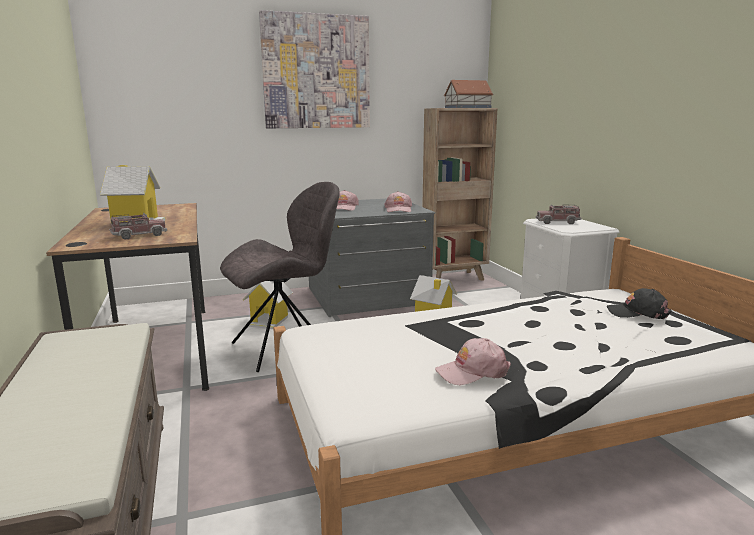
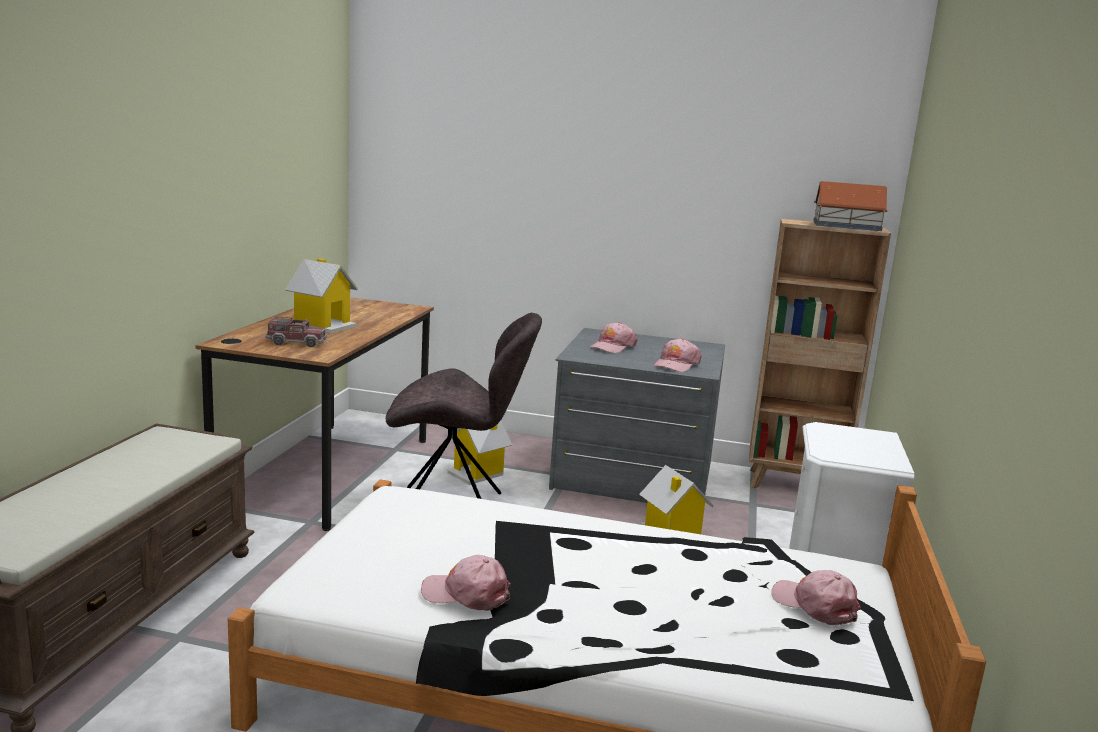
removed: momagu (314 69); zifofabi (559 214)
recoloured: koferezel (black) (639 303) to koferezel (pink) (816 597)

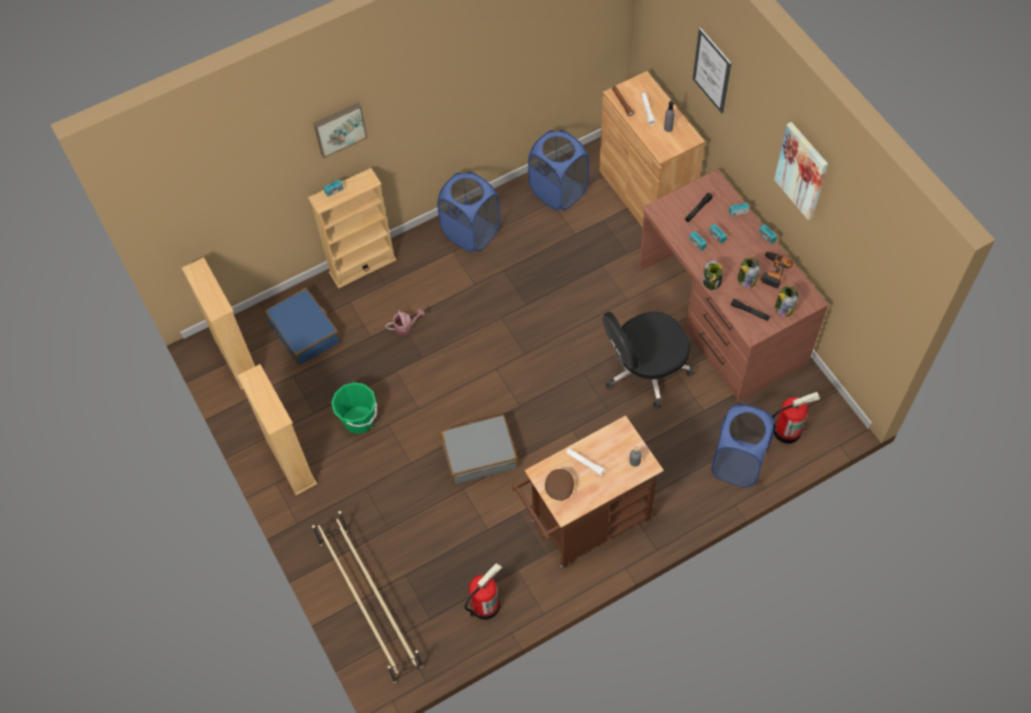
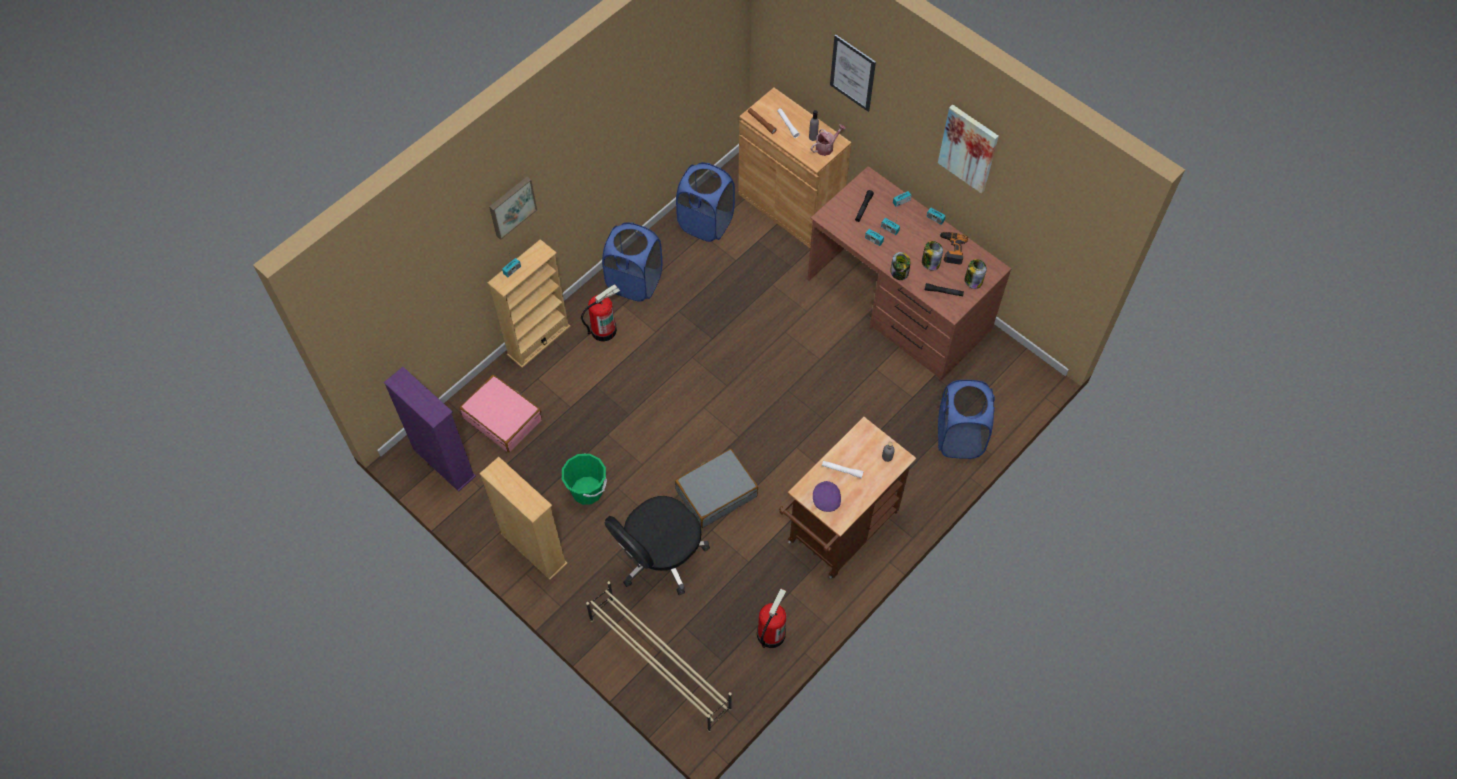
moved: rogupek (405 322) to (828 140); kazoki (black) (648 360) to (657 545); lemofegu (796 418) to (600 313)
recoloured: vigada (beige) (218 323) to vigada (purple) (430 429); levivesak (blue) (302 326) to levivesak (pink) (501 414); koferezel (brown) (559 485) to koferezel (purple) (827 496)

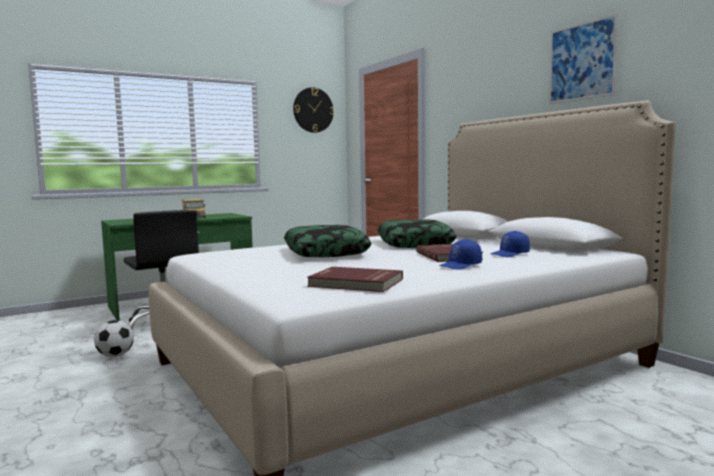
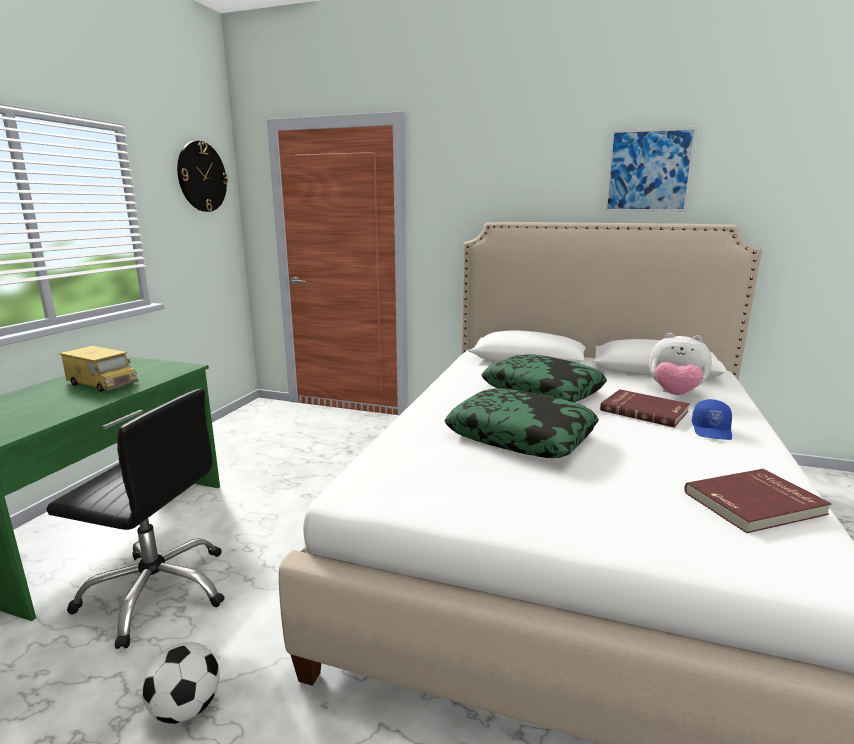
replaced: koferezel (blue) (510 244) to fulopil (680 364)

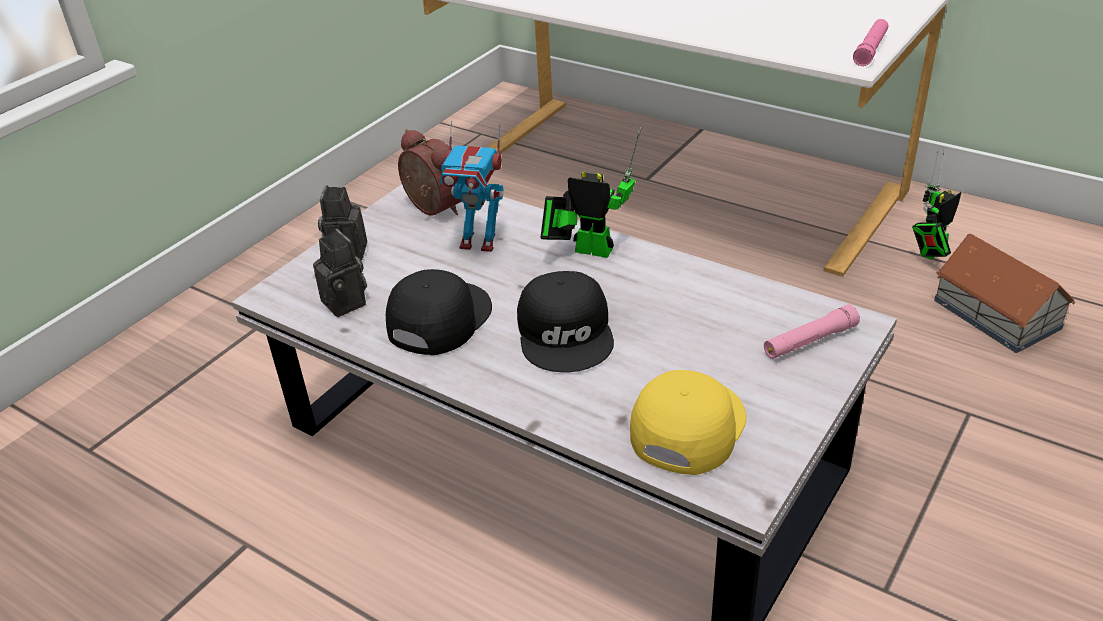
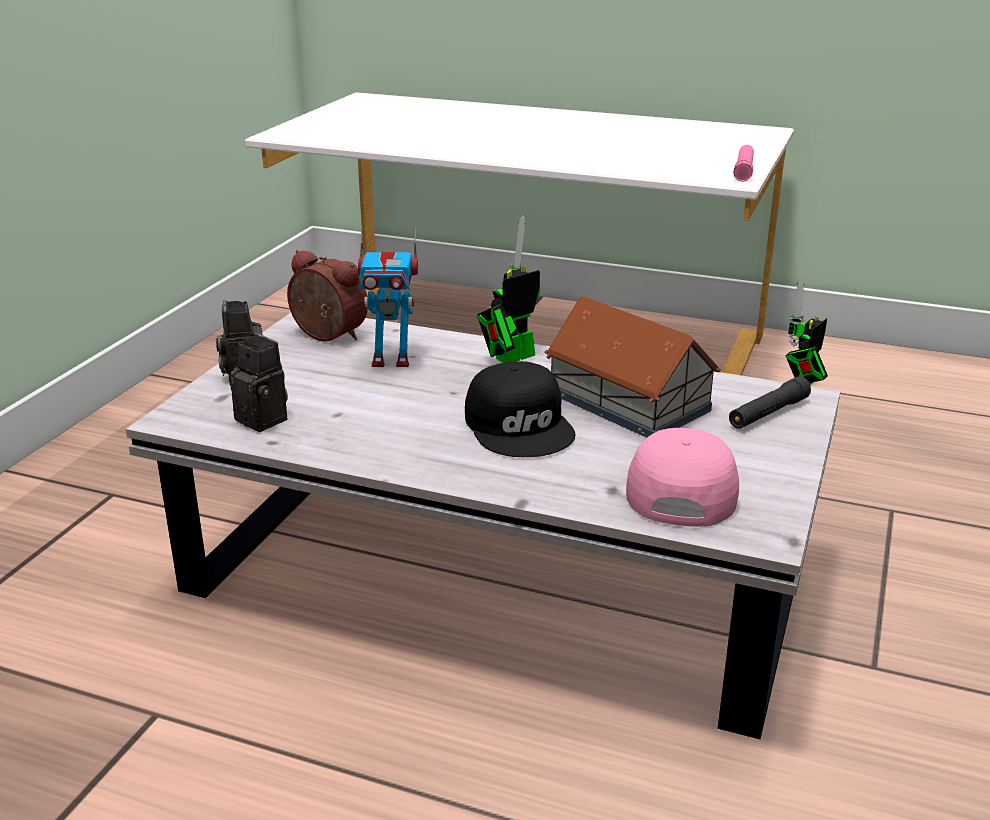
removed: koferezel (black) (439 312)
moved: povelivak (1005 293) to (633 367)
recoloured: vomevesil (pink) (812 331) to vomevesil (black) (770 403); koferezel (yellow) (688 422) to koferezel (pink) (682 477)
turned: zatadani (590 192) = (509 289) 45 degrees counterclockwise

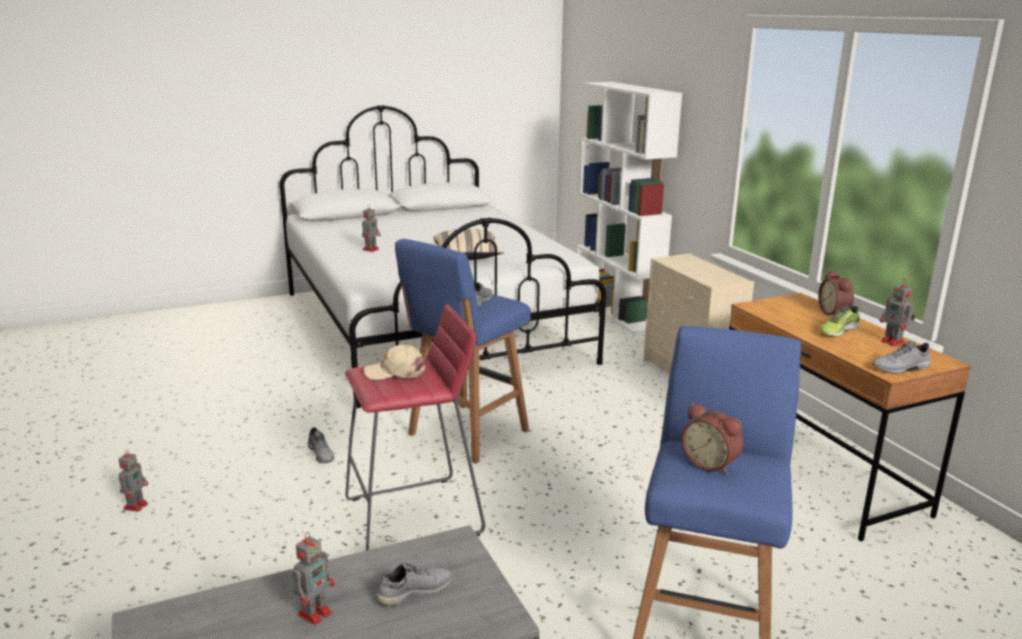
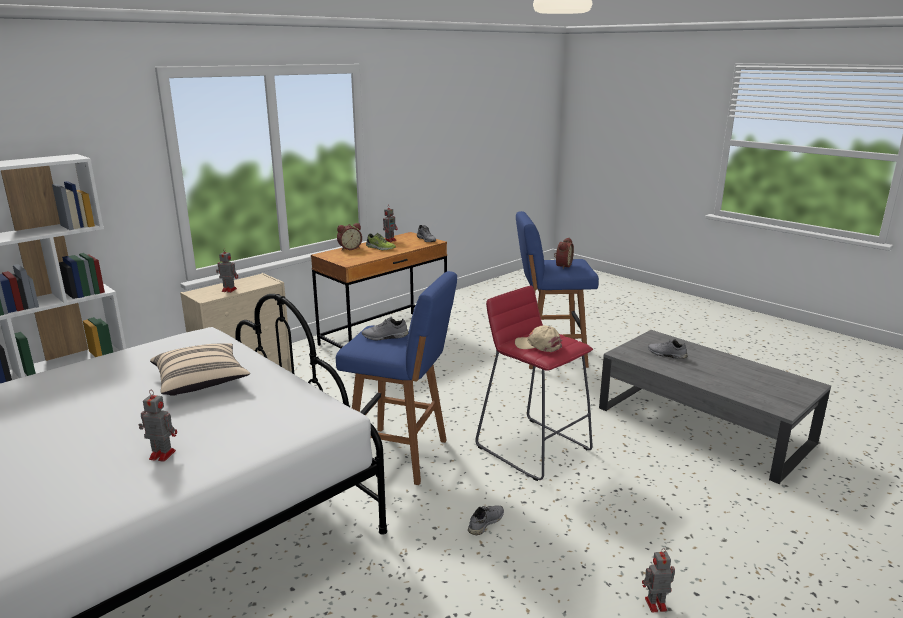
moved: zatadani (314 578) to (227 270)
turned: koferezel (beige) (395 362) = (538 338) 135 degrees clockwise

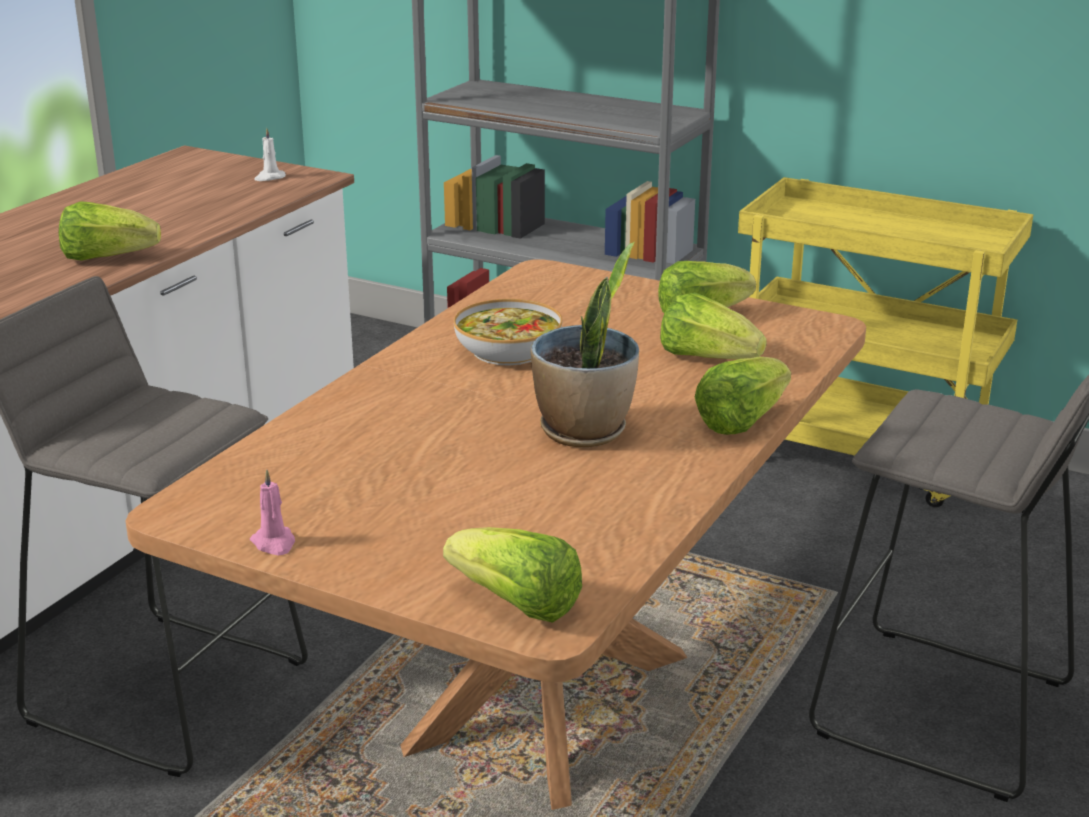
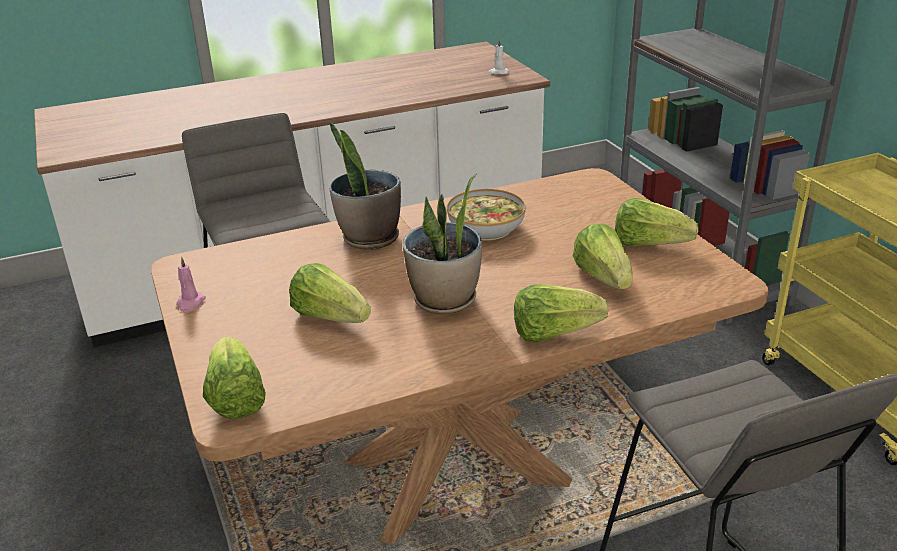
added: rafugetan (365 185)
moved: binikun (110 230) to (330 293)

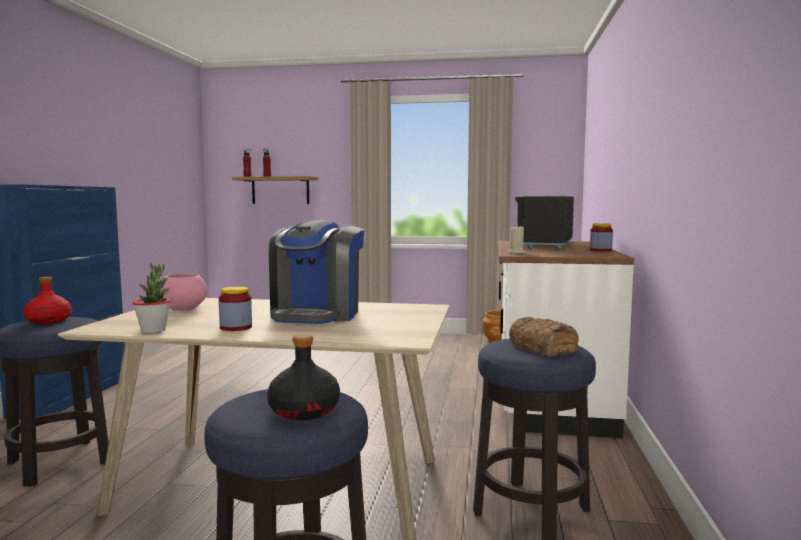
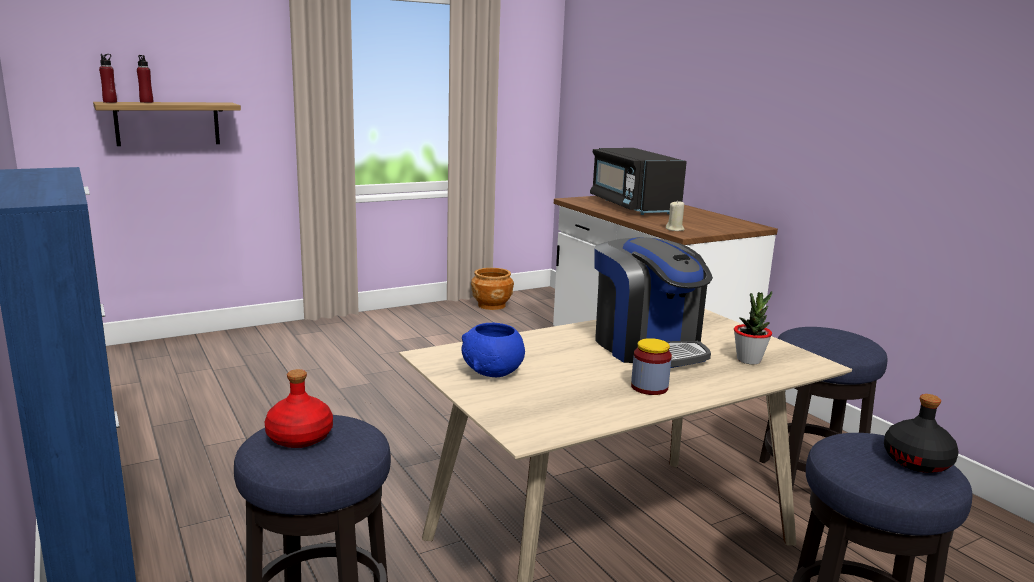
removed: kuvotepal (601 237); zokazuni (544 336)
moved: rafugetan (152 298) to (753 328)
recoloured: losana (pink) (183 292) to losana (blue) (493 350)

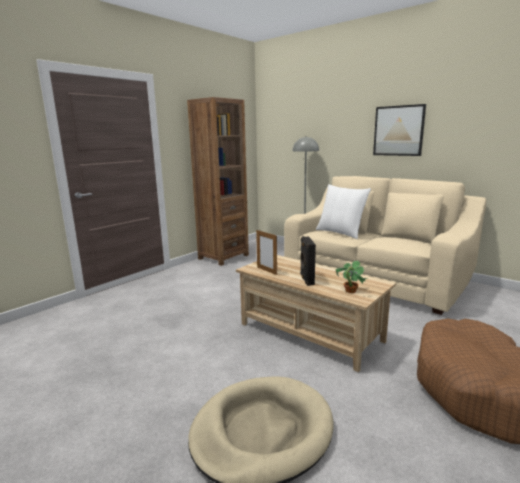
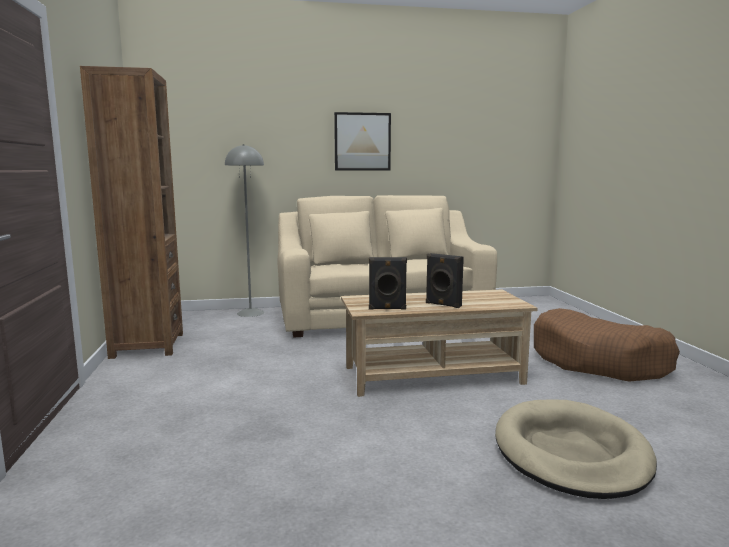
removed: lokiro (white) (343 211); rafugetan (352 277)
replaced: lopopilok (266 252) to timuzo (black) (388 283)

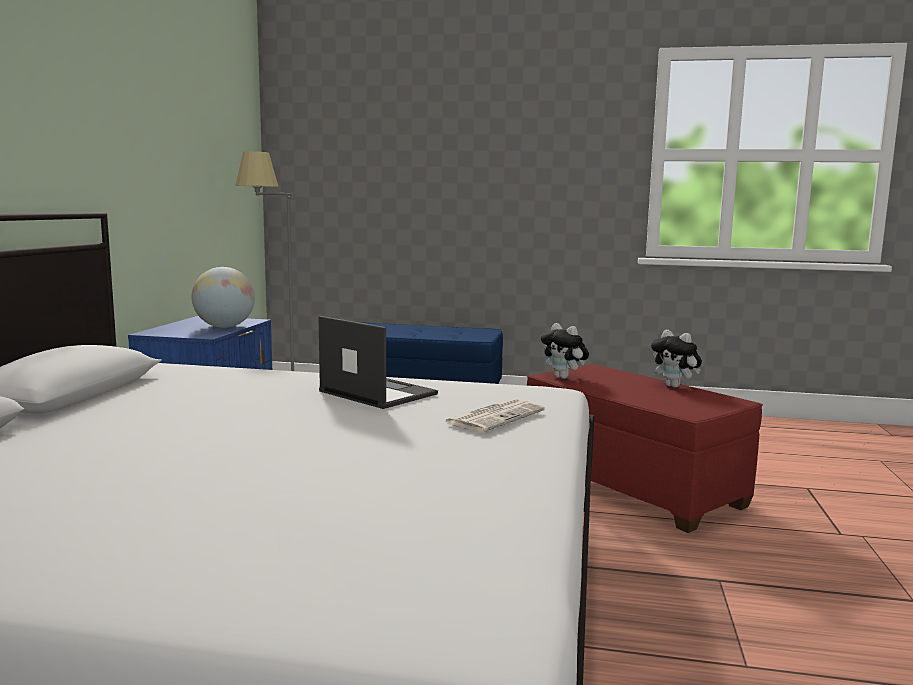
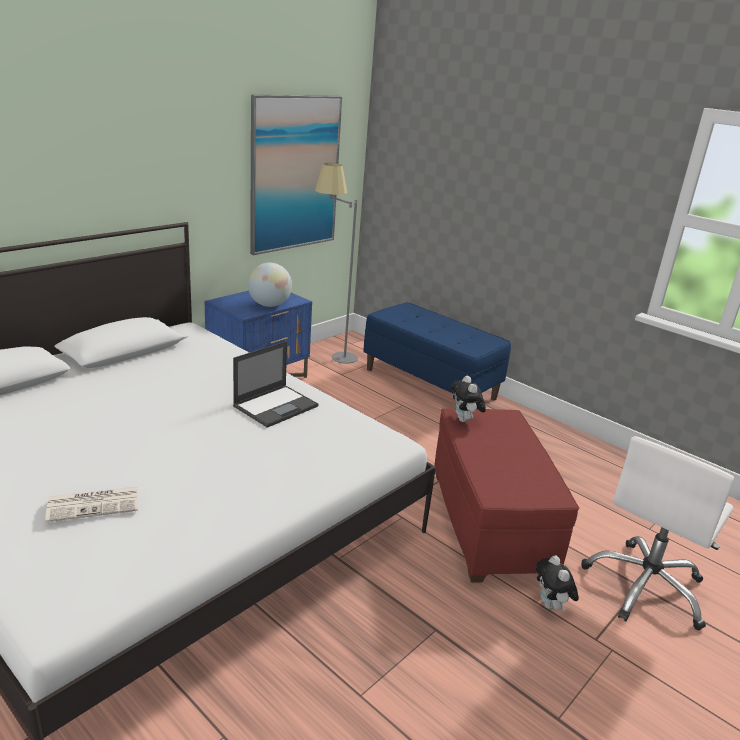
added: momagu (296 175); kazoki (white) (657 533)
moved: fulopil (676 359) to (557 584); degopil (494 415) to (91 504)
turned: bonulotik (378 362) = (276 384) 60 degrees clockwise

